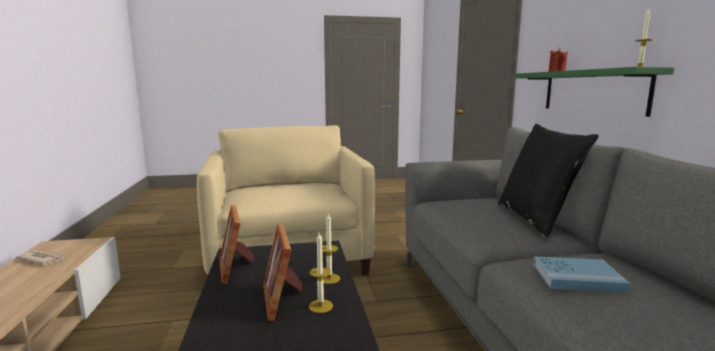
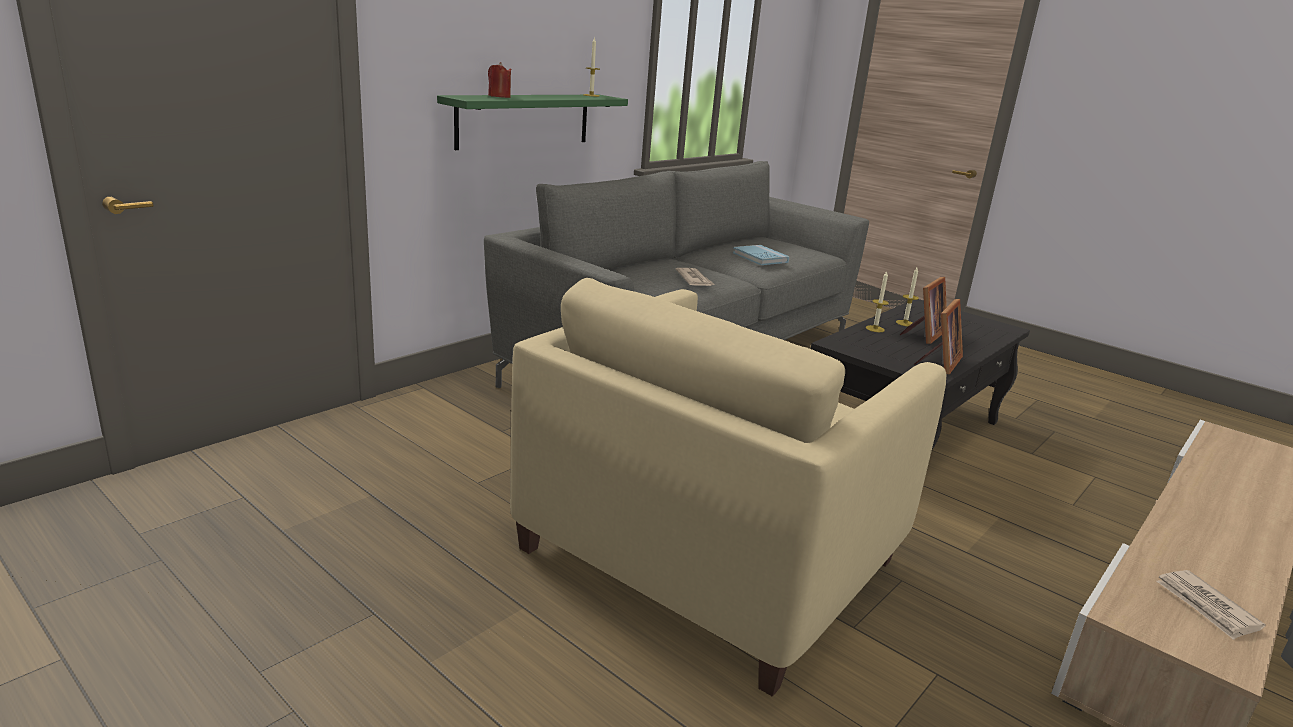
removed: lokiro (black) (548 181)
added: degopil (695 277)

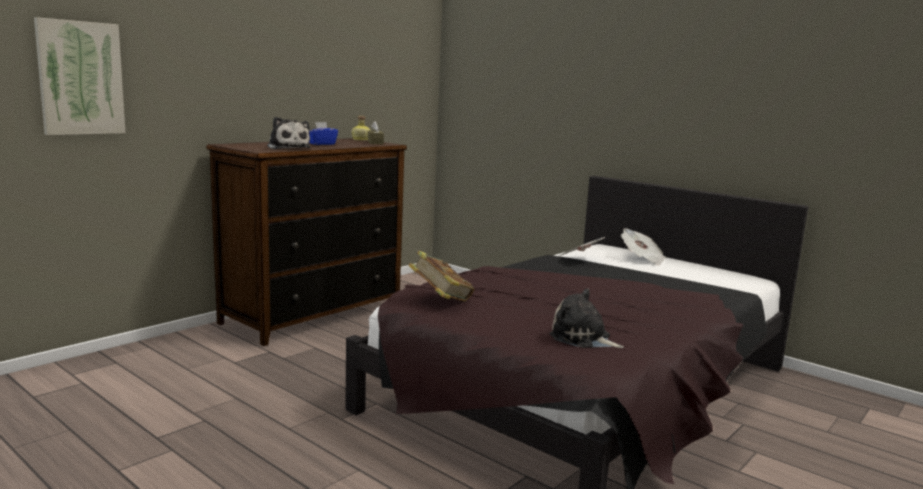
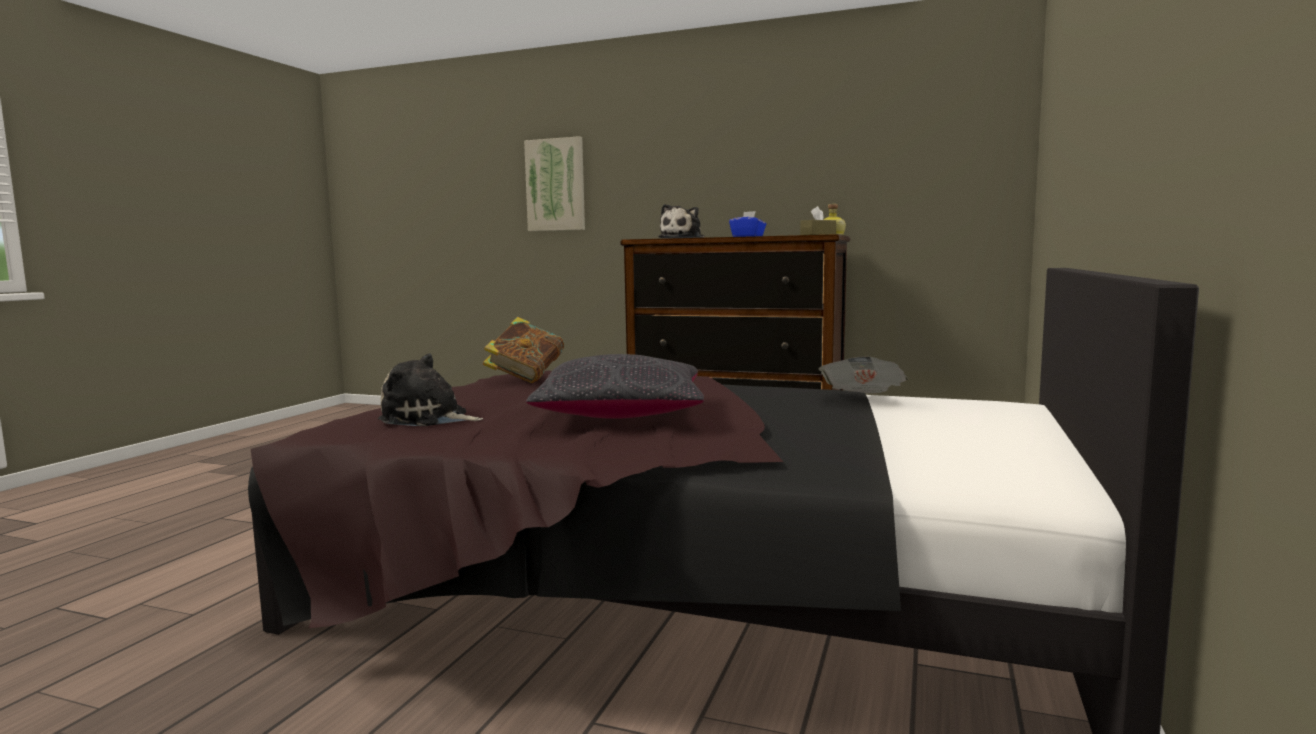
removed: degopil (643 247)
added: lokiro (black) (615 386)
turned: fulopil (586 318) = (430 389) 90 degrees counterclockwise

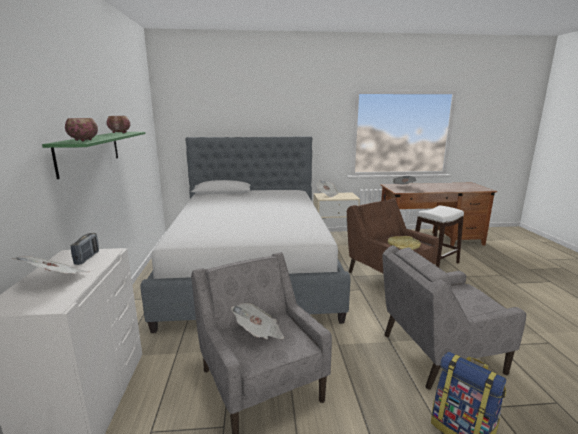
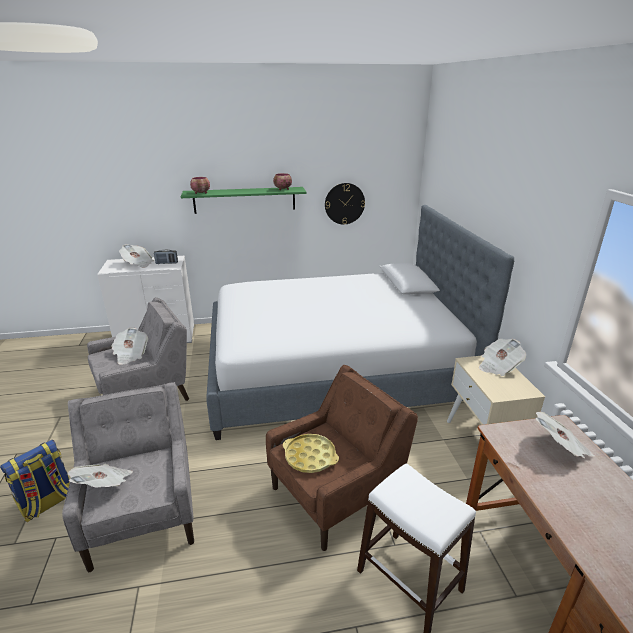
added: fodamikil (345 203); degopil (100 476)

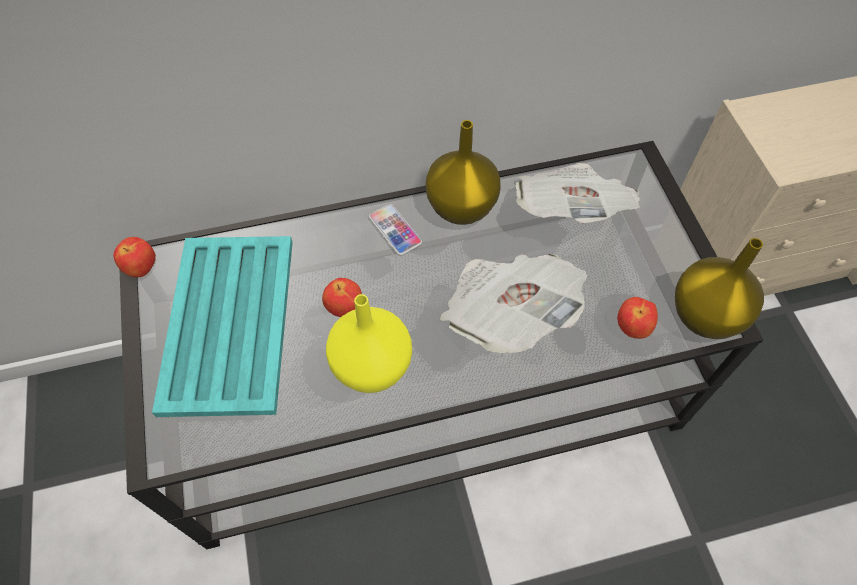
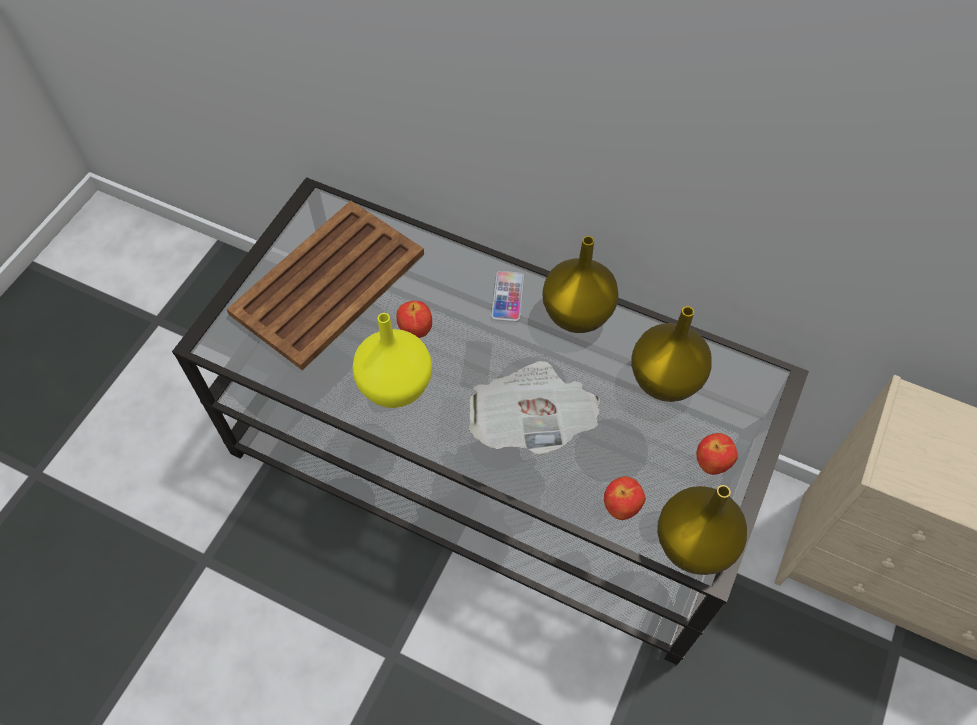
moved: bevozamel (134 257) to (717 454)
replaced: degopil (578 193) to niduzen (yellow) (671 354)
recoloured: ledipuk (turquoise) (222 326) to ledipuk (brown) (325 285)

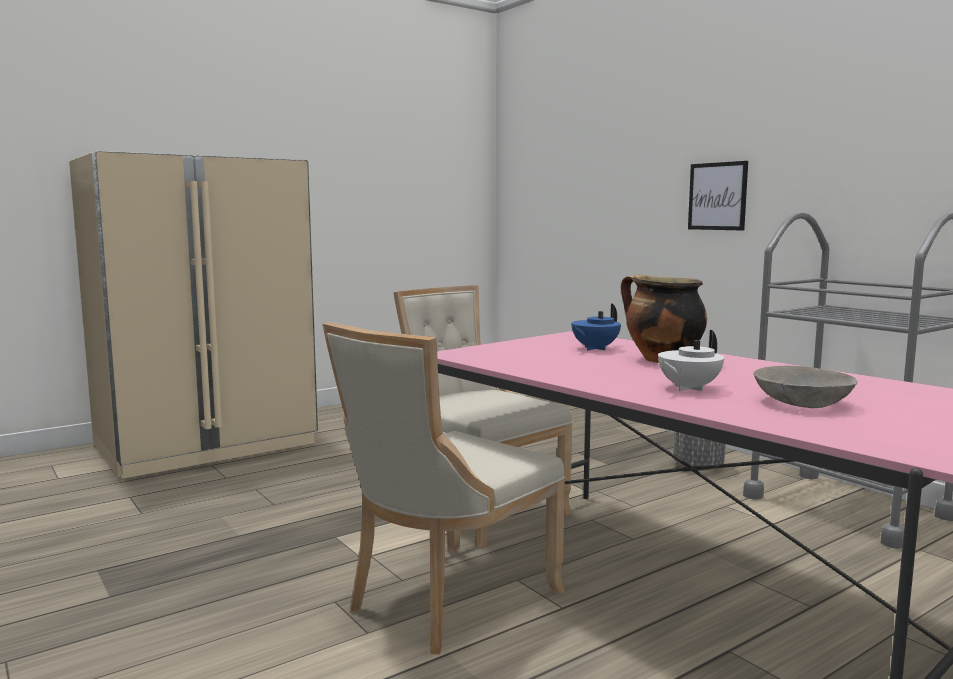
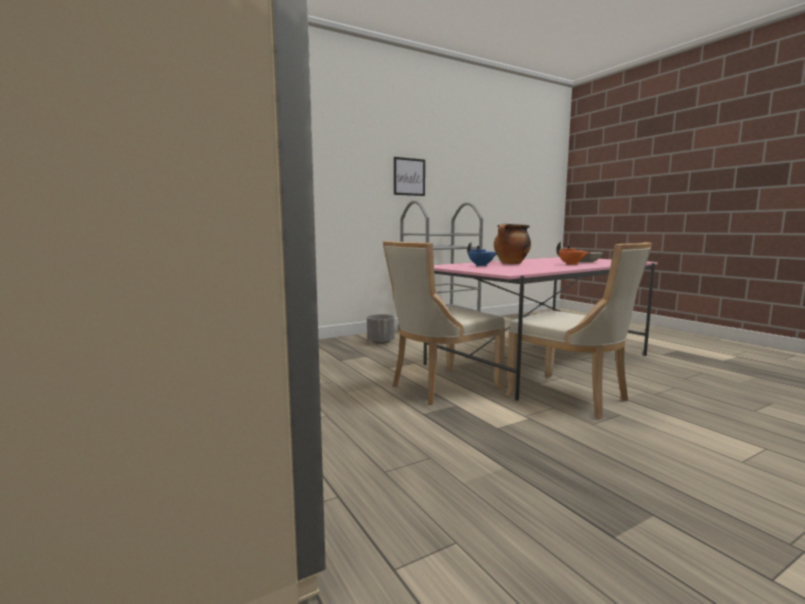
moved: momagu (718 196) to (409 176)
recoloured: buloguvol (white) (691 360) to buloguvol (orange) (573 253)

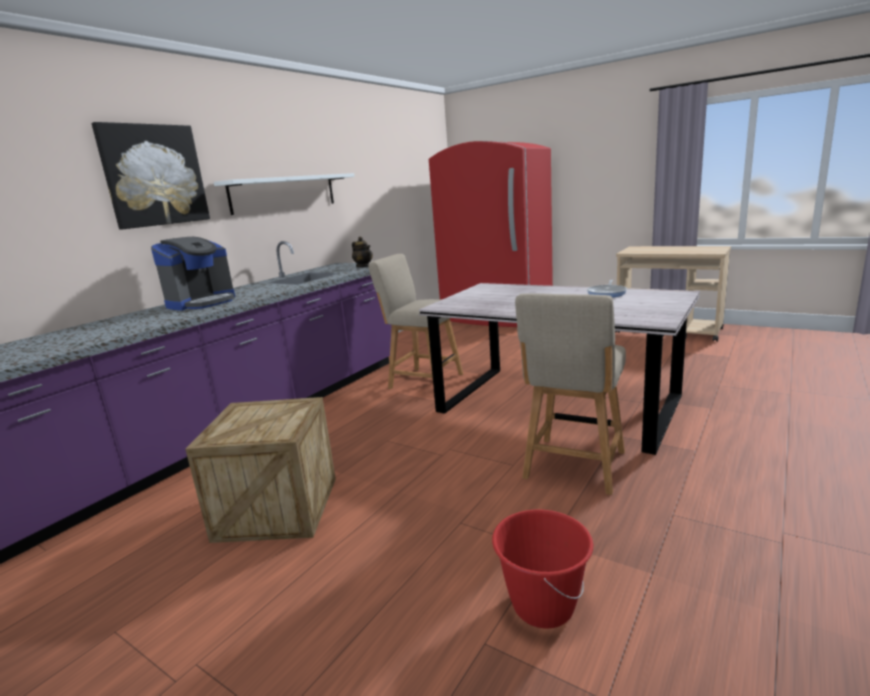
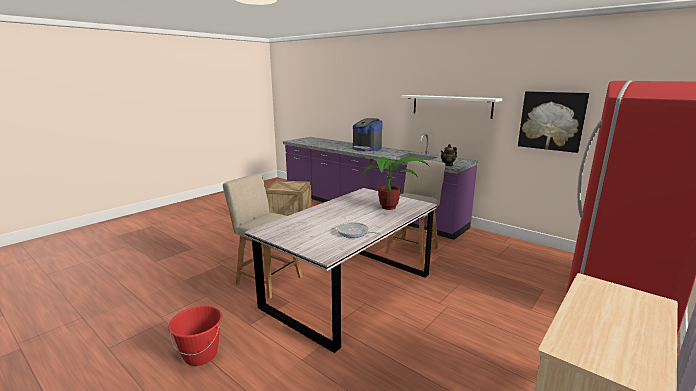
added: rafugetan (396 183)
moved: momagu (150 175) to (554 122); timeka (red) (542 569) to (195 336)

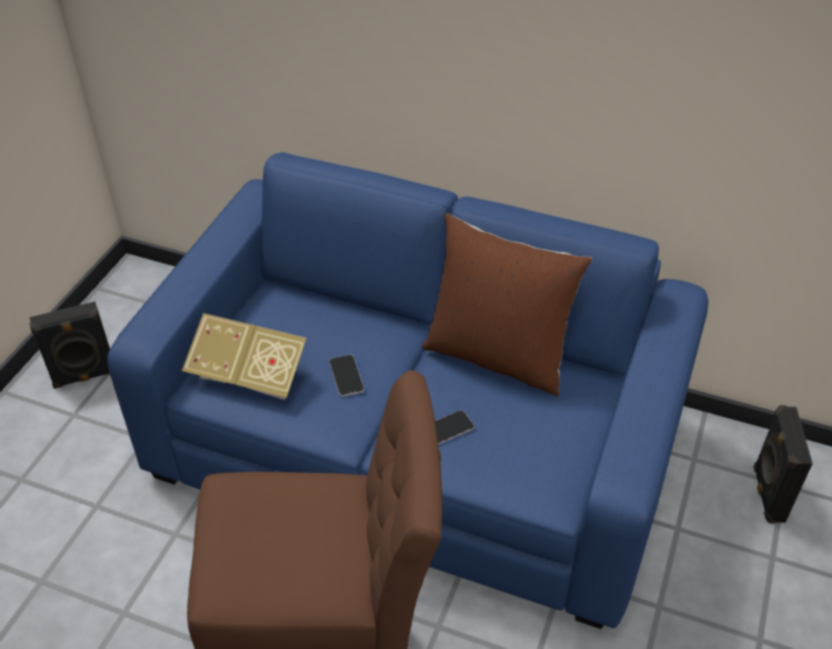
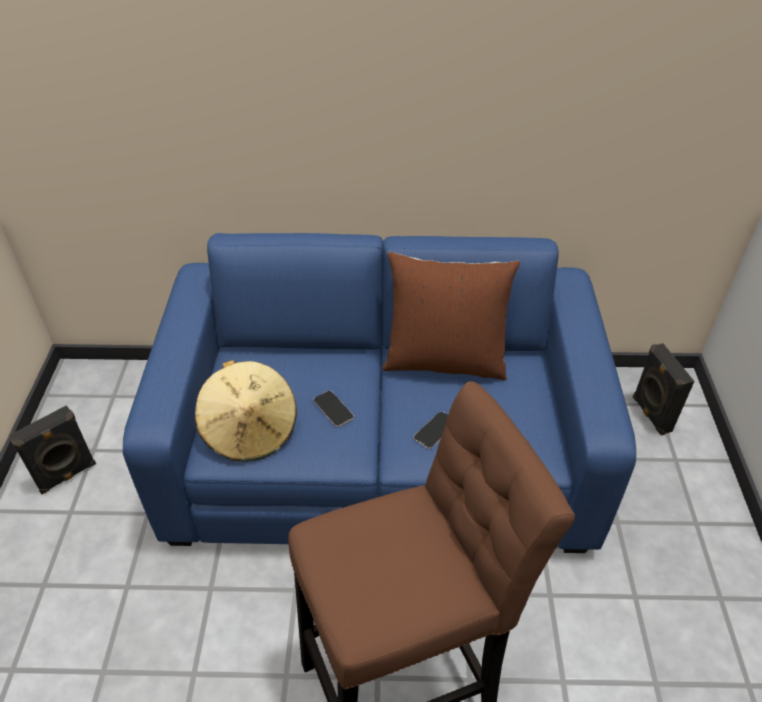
replaced: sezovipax (244 356) to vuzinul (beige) (246 411)

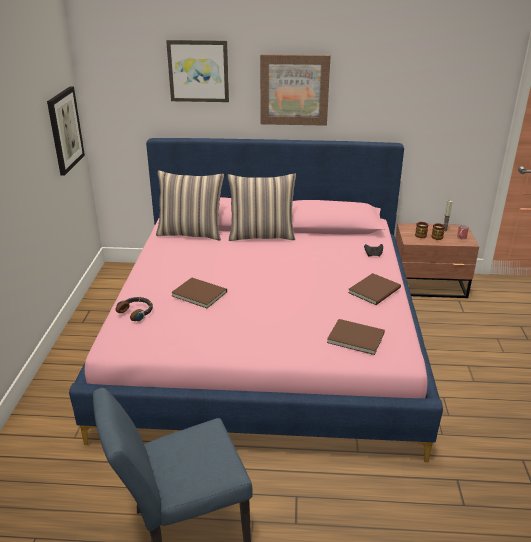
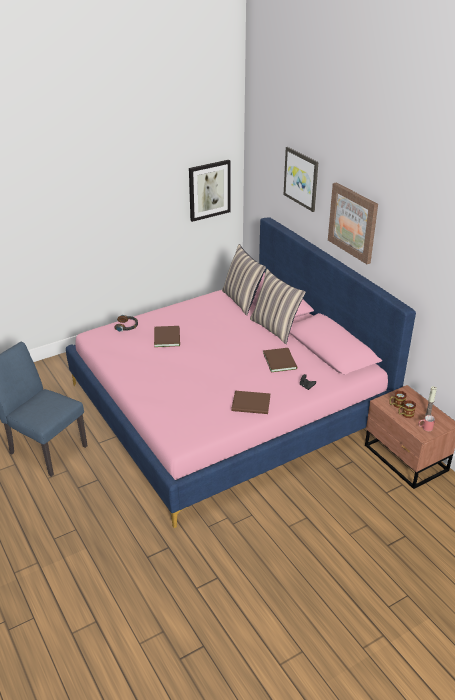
moved: sezovipax (brown) (356 337) to (280 360)

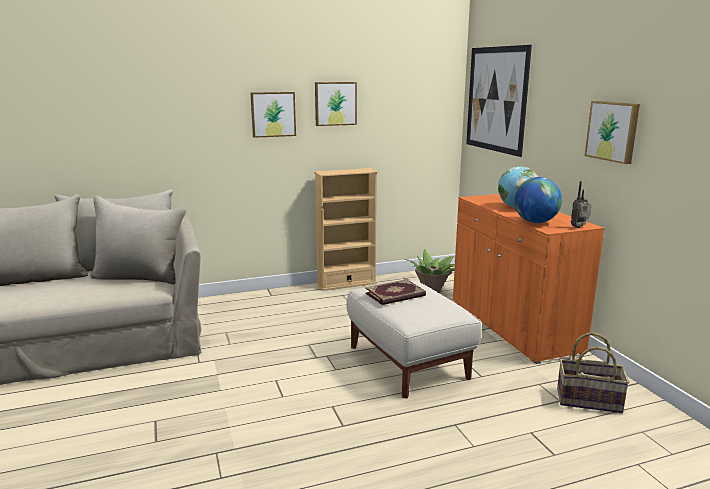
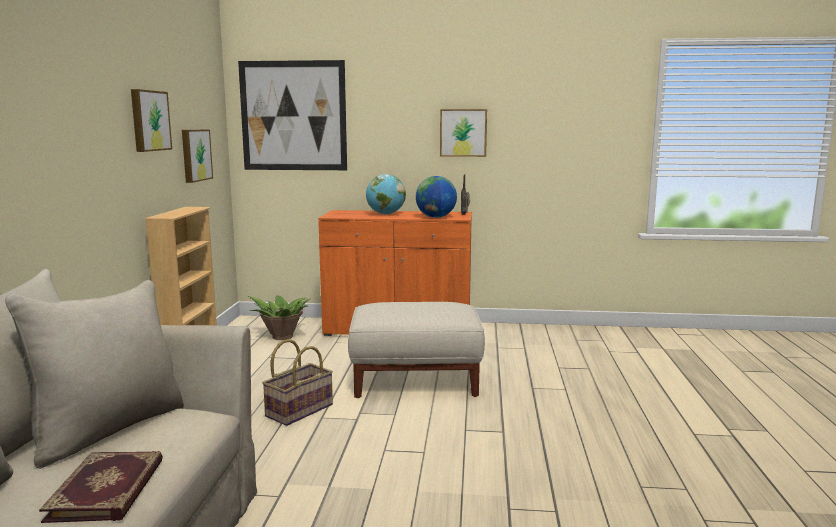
moved: momagu (273 115) to (197 156); sezovipax (395 292) to (101 487); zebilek (593 372) to (297 382)

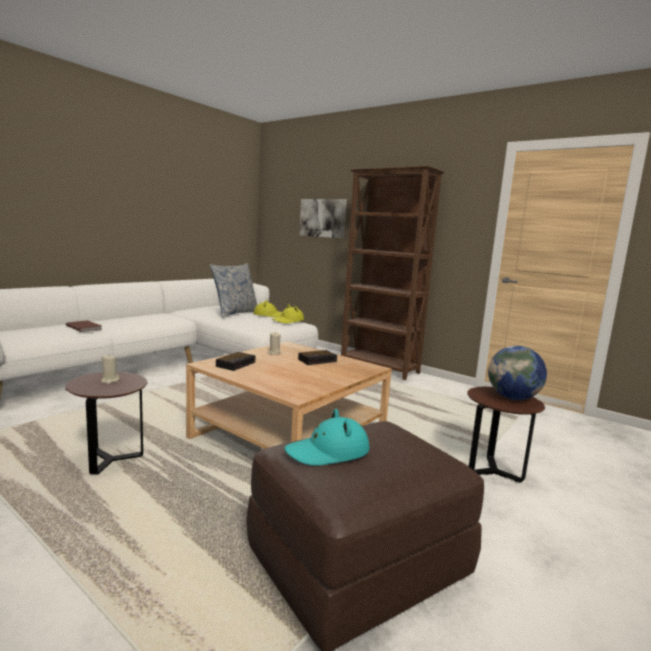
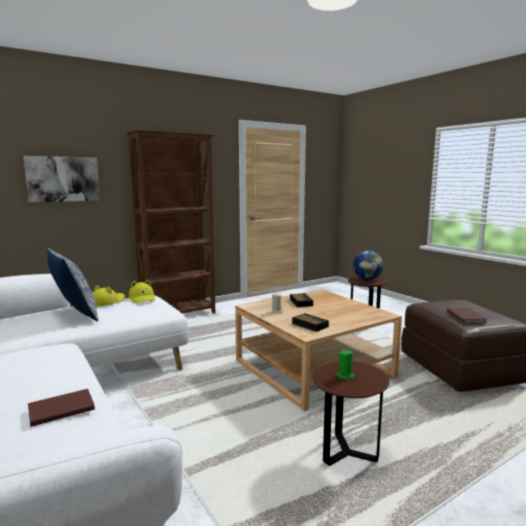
replaced: vuzinul (turquoise) (326 437) to sezovipax (brown) (466 315)
recoloured: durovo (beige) (110 369) to durovo (green) (345 364)

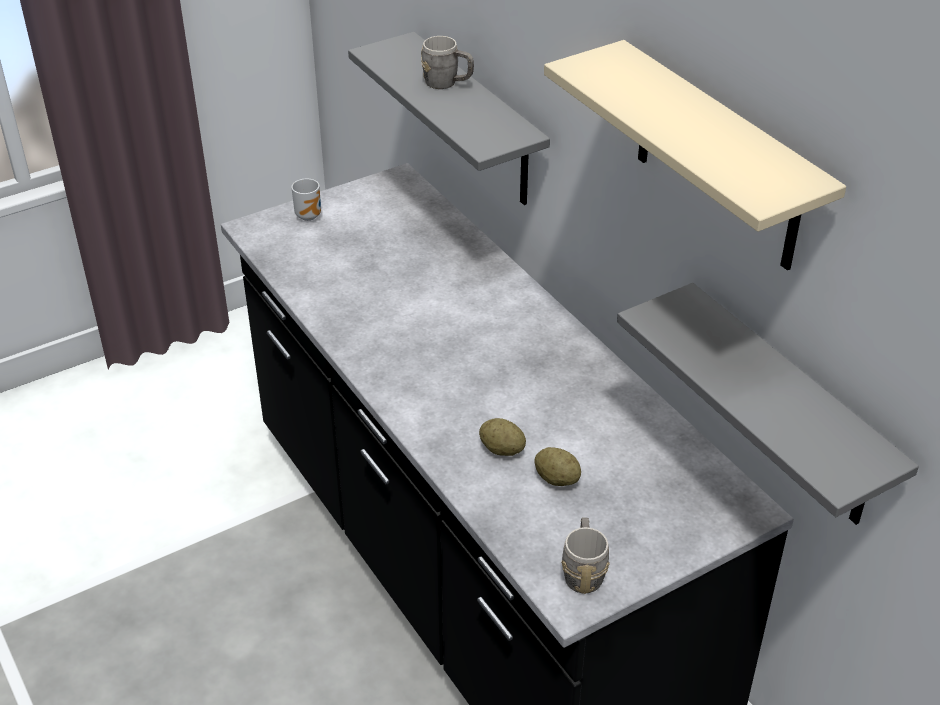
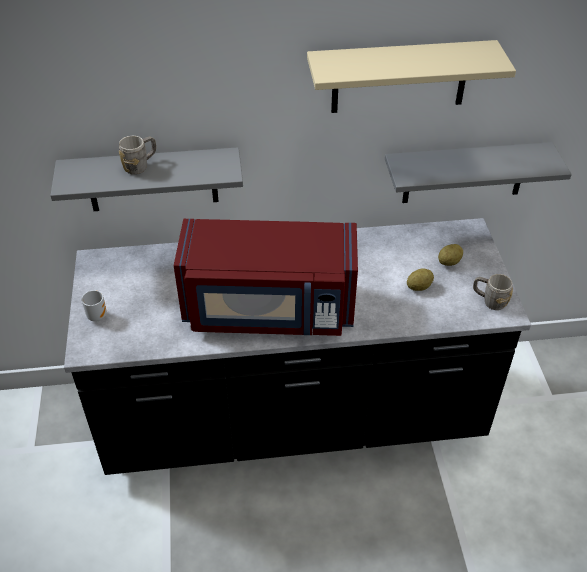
added: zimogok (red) (266 277)
moved: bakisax (502 437) to (450 255)

